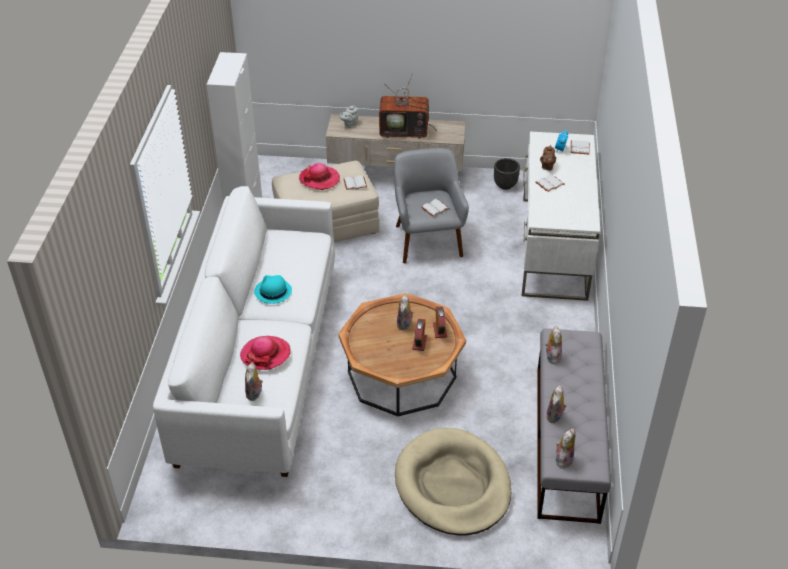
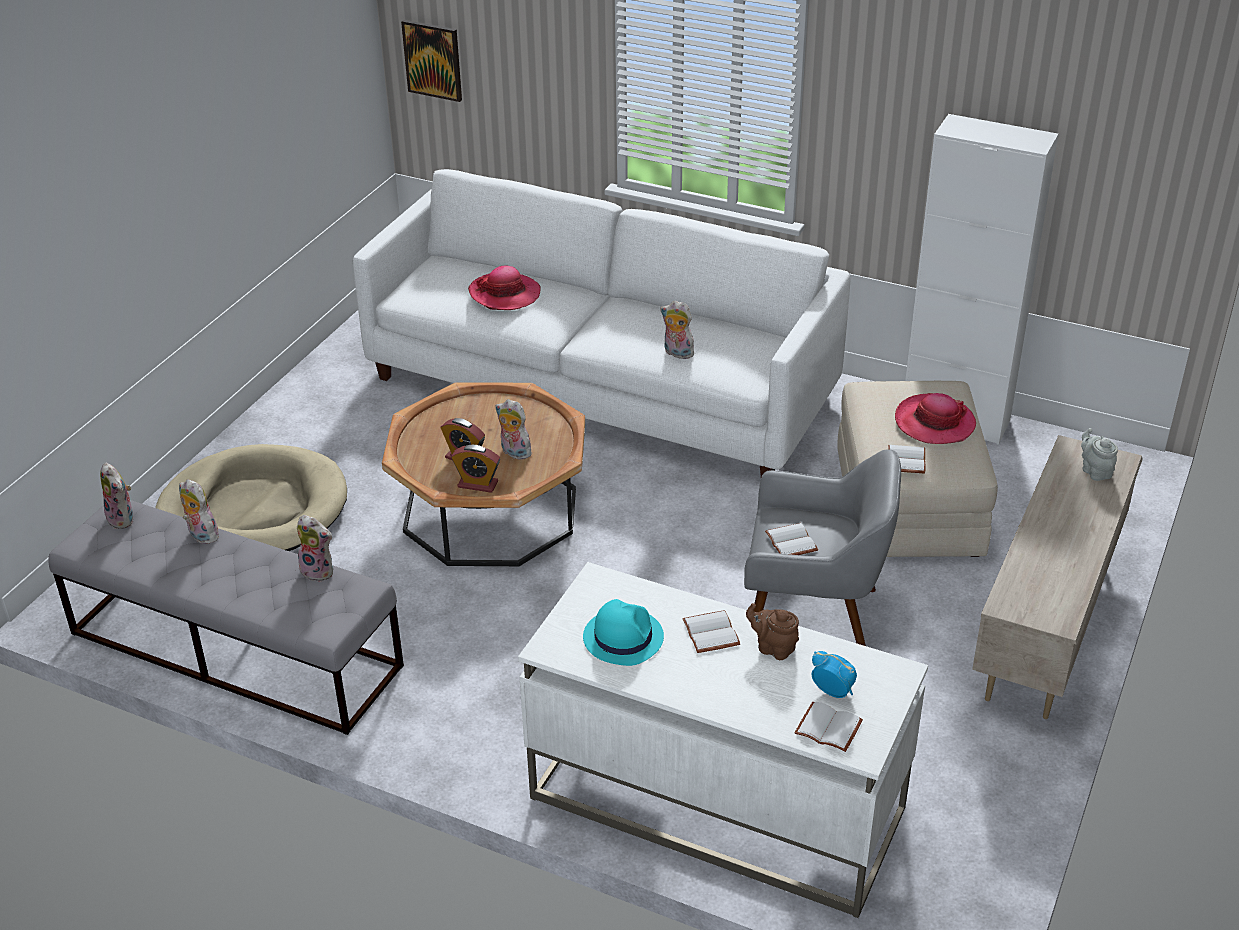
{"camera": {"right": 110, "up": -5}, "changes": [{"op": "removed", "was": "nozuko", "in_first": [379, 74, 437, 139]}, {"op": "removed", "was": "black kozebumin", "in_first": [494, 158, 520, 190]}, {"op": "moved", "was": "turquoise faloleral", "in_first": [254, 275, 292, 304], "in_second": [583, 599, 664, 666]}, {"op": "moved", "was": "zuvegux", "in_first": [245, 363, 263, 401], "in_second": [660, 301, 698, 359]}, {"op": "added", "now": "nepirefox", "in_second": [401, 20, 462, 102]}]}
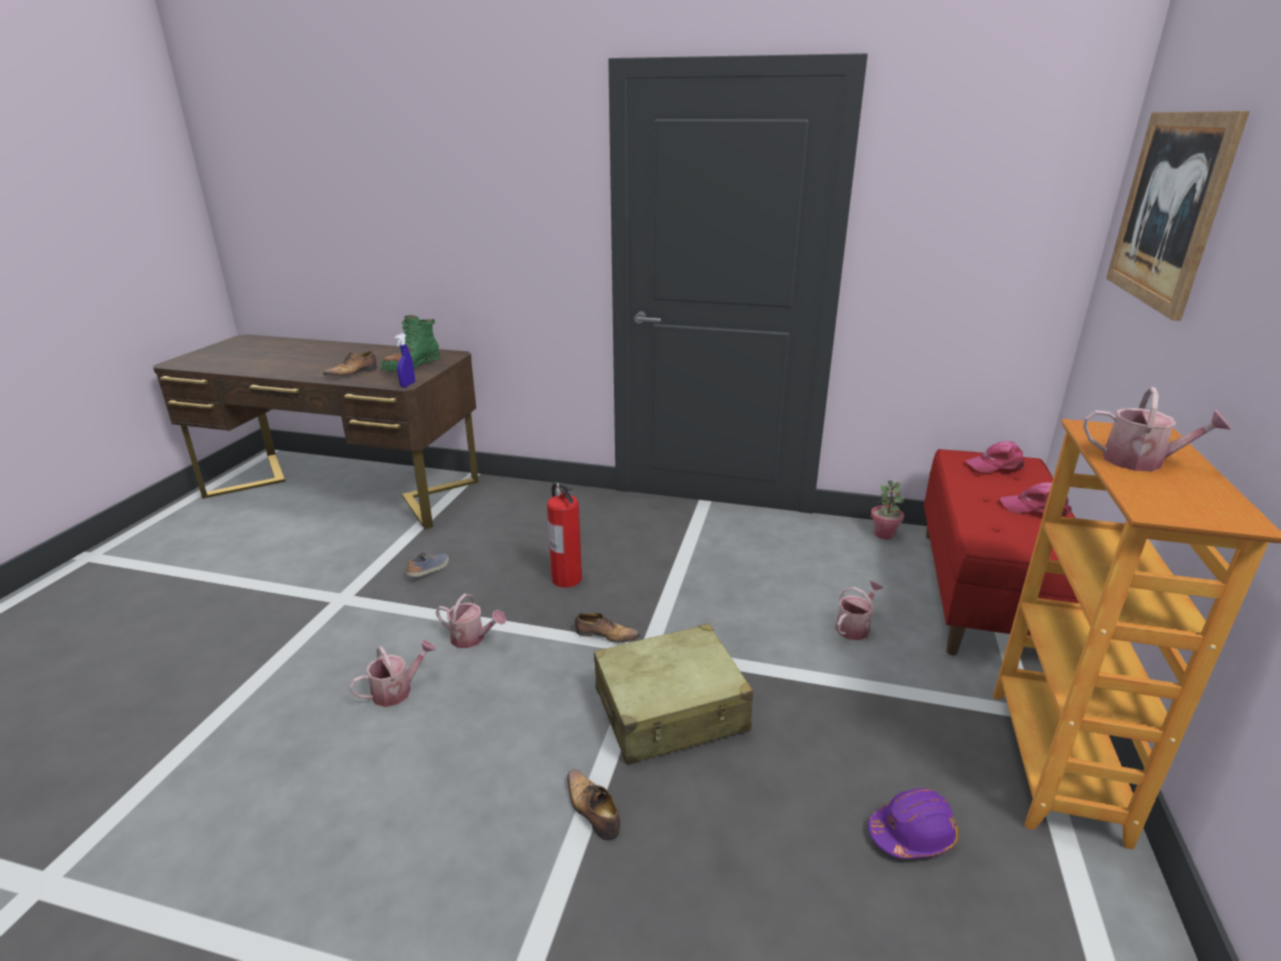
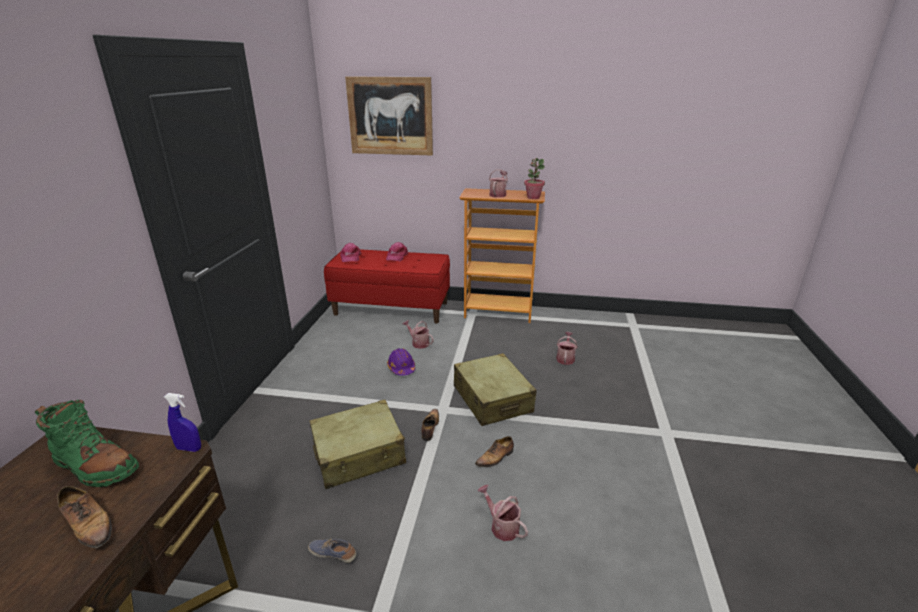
{"camera": {"right": -95, "up": 0}, "changes": [{"op": "moved", "was": "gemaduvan", "in_first": [871, 480, 904, 539], "in_second": [524, 158, 545, 199]}, {"op": "replaced", "was": "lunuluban", "now": "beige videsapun", "in_first": [547, 482, 582, 588], "in_second": [309, 399, 406, 489]}, {"op": "moved", "was": "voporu", "in_first": [436, 594, 506, 648], "in_second": [556, 332, 577, 365]}, {"op": "moved", "was": "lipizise", "in_first": [567, 769, 621, 841], "in_second": [475, 436, 514, 467]}, {"op": "moved", "was": "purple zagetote", "in_first": [868, 788, 959, 859], "in_second": [387, 348, 415, 376]}]}
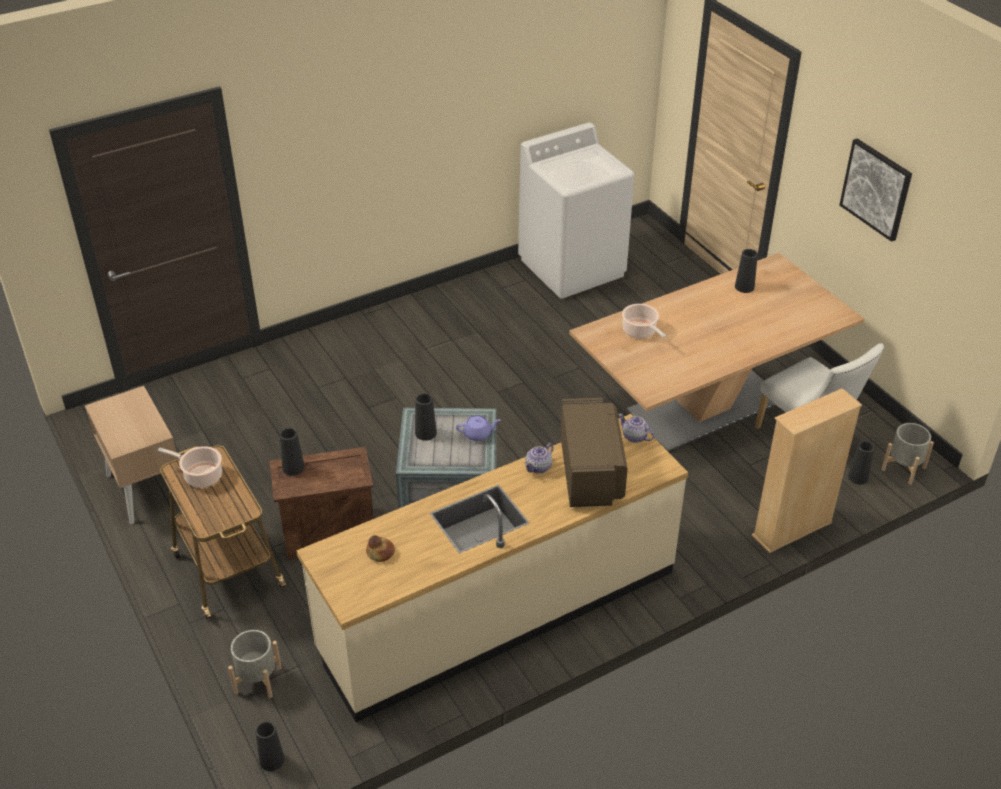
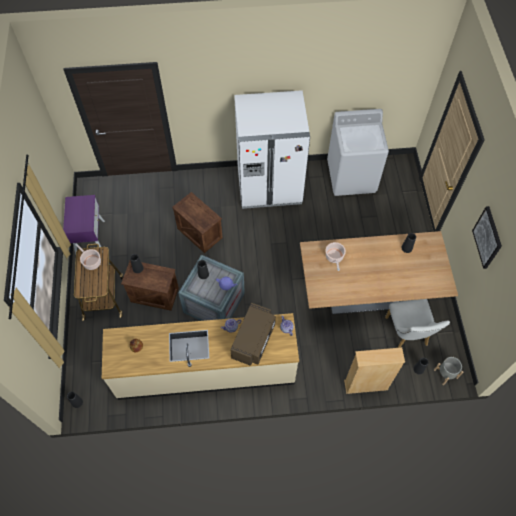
{"camera": {"right": 25, "up": 20}, "changes": [{"op": "recoloured", "was": "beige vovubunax", "now": "purple vovubunax", "in_first": [85, 386, 180, 524], "in_second": [63, 195, 105, 255]}, {"op": "removed", "was": "grey kozebumin", "in_first": [228, 630, 282, 698]}, {"op": "added", "now": "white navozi", "in_second": [234, 90, 310, 209]}, {"op": "added", "now": "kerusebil", "in_second": [172, 192, 223, 253]}]}
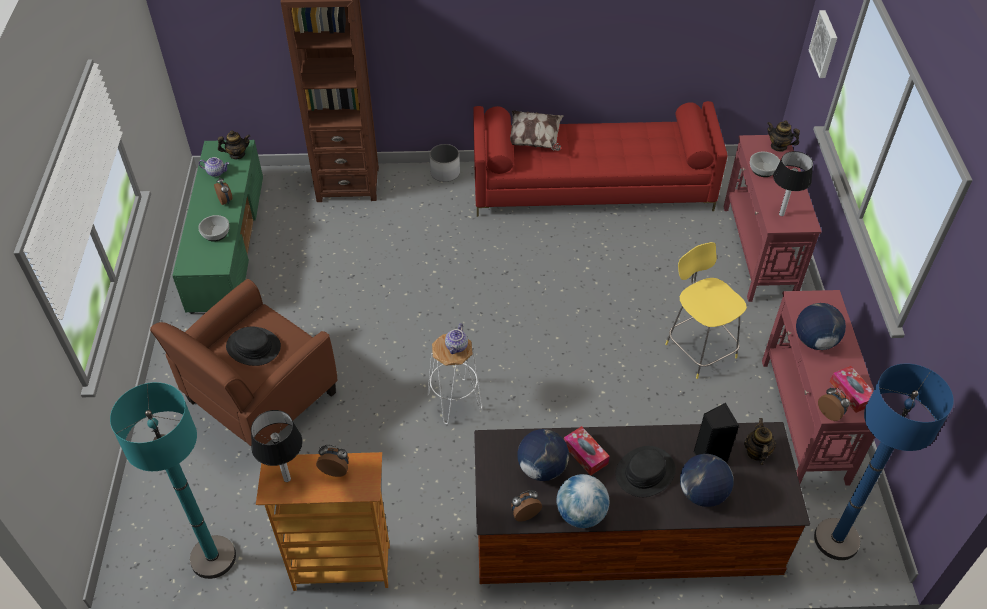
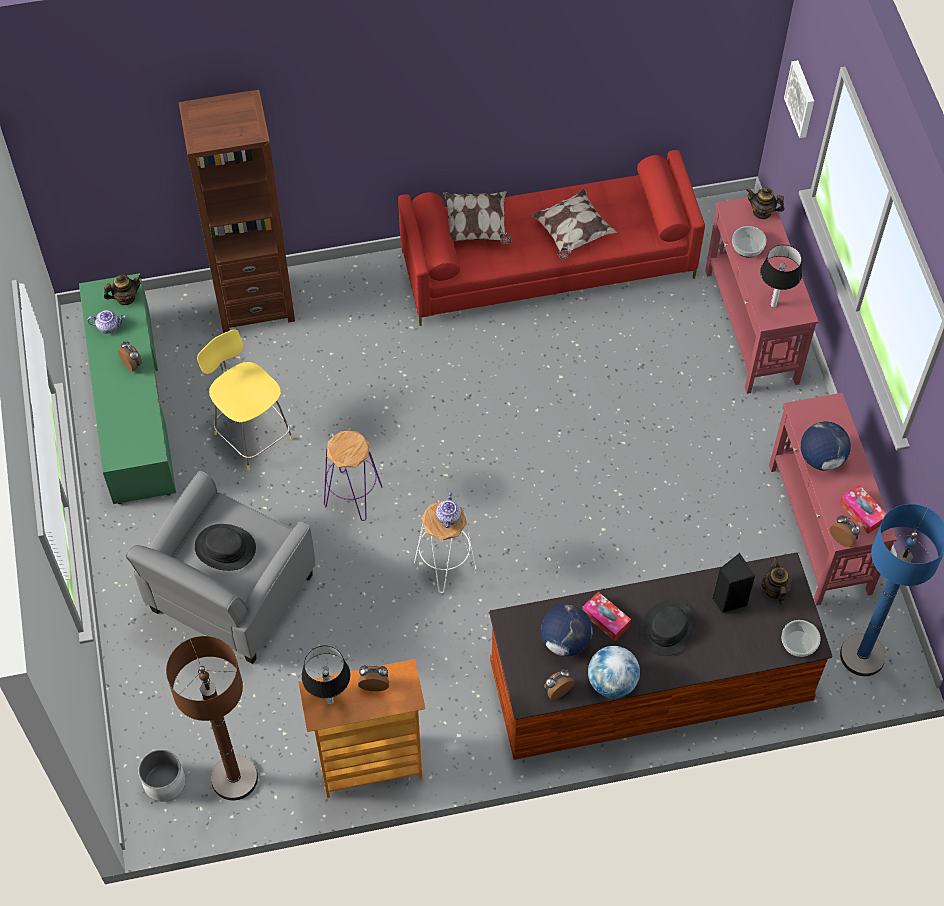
{"camera": {"right": -10, "up": 10}, "changes": [{"op": "moved", "was": "white kozebumin", "in_first": [430, 144, 460, 182], "in_second": [138, 749, 185, 802]}, {"op": "moved", "was": "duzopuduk", "in_first": [198, 215, 229, 242], "in_second": [782, 620, 821, 657]}, {"op": "moved", "was": "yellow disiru", "in_first": [665, 242, 747, 379], "in_second": [197, 329, 293, 470]}, {"op": "recoloured", "was": "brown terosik", "now": "grey terosik", "in_first": [150, 279, 337, 446], "in_second": [126, 471, 315, 664]}, {"op": "recoloured", "was": "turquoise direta", "now": "brown direta", "in_first": [110, 382, 236, 579], "in_second": [166, 636, 258, 800]}, {"op": "removed", "was": "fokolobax", "in_first": [680, 454, 733, 507]}, {"op": "added", "now": "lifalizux", "in_second": [530, 189, 617, 259]}, {"op": "added", "now": "purple disiru", "in_second": [324, 431, 382, 521]}]}
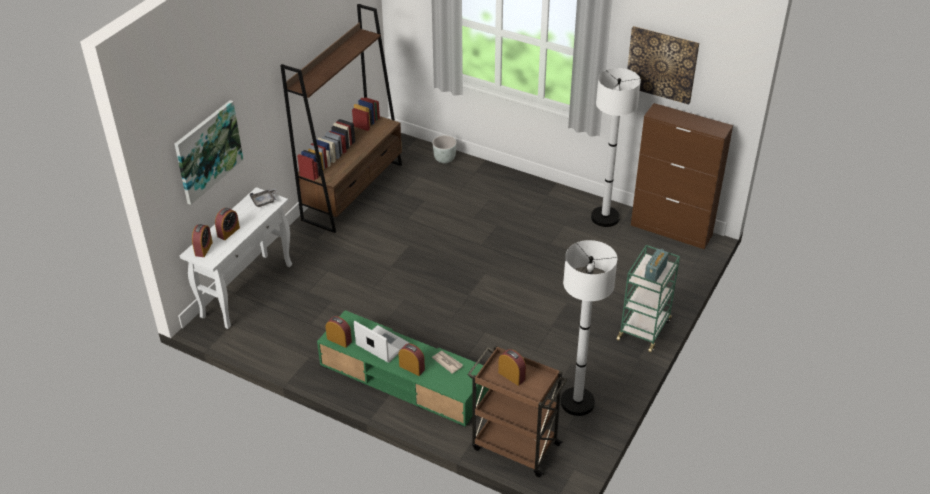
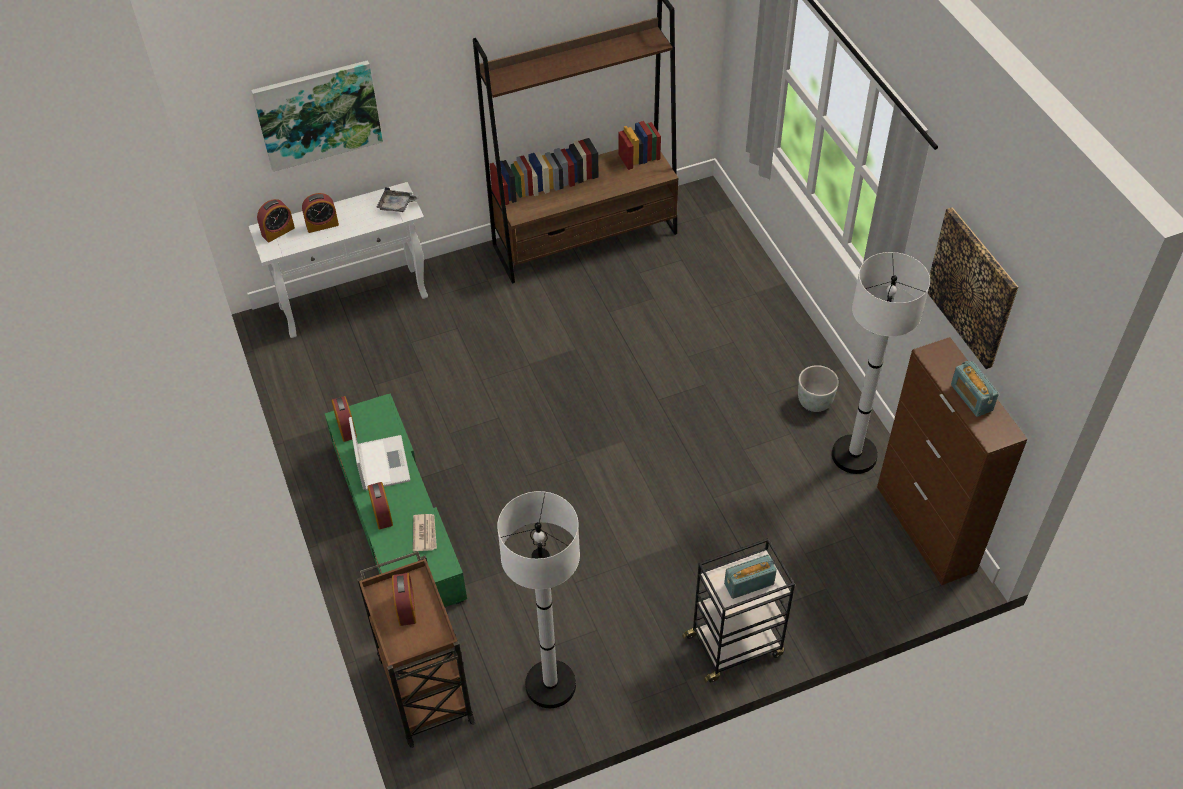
{"camera": {"right": 40, "up": 10}, "changes": [{"op": "moved", "was": "grey kozebumin", "in_first": [432, 135, 457, 163], "in_second": [798, 365, 839, 412]}, {"op": "recoloured", "was": "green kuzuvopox", "now": "black kuzuvopox", "in_first": [616, 245, 680, 352], "in_second": [682, 538, 795, 682]}, {"op": "added", "now": "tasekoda", "in_second": [951, 361, 999, 417]}]}
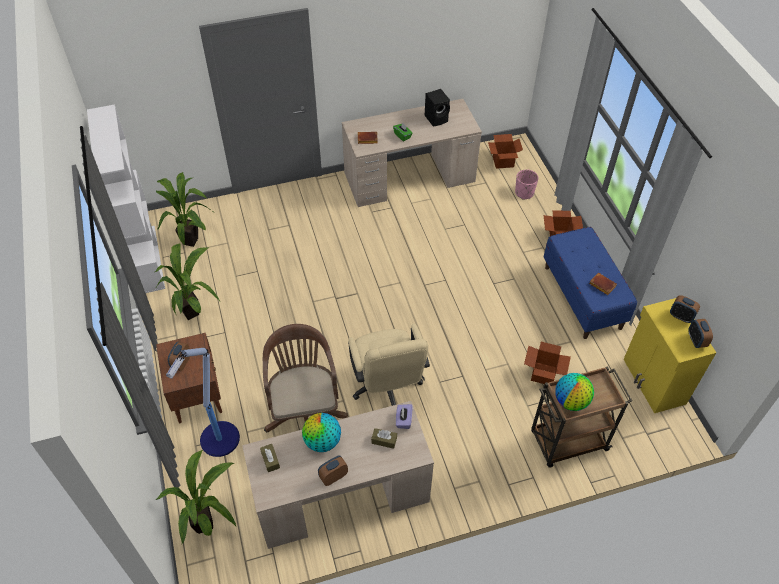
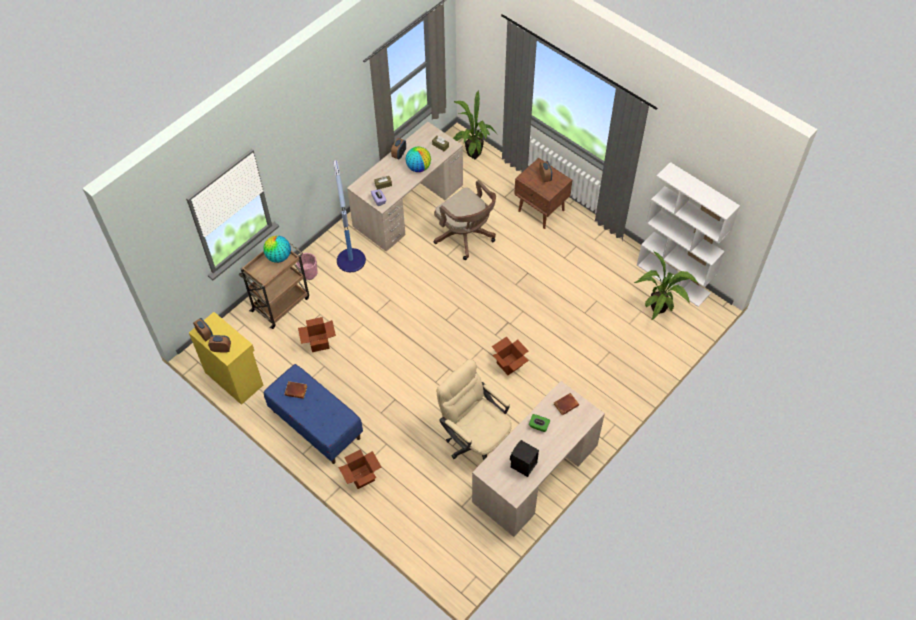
{"camera": {"right": 150, "up": 5}, "changes": [{"op": "moved", "was": "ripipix", "in_first": [488, 134, 523, 169], "in_second": [492, 337, 529, 375]}, {"op": "moved", "was": "pink kozebumin", "in_first": [515, 169, 538, 200], "in_second": [296, 253, 318, 280]}, {"op": "removed", "was": "gemaduvan", "in_first": [155, 243, 220, 320]}, {"op": "moved", "was": "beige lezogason", "in_first": [348, 324, 430, 406], "in_second": [436, 359, 512, 461]}, {"op": "moved", "was": "direta", "in_first": [166, 348, 240, 457], "in_second": [333, 160, 366, 272]}]}
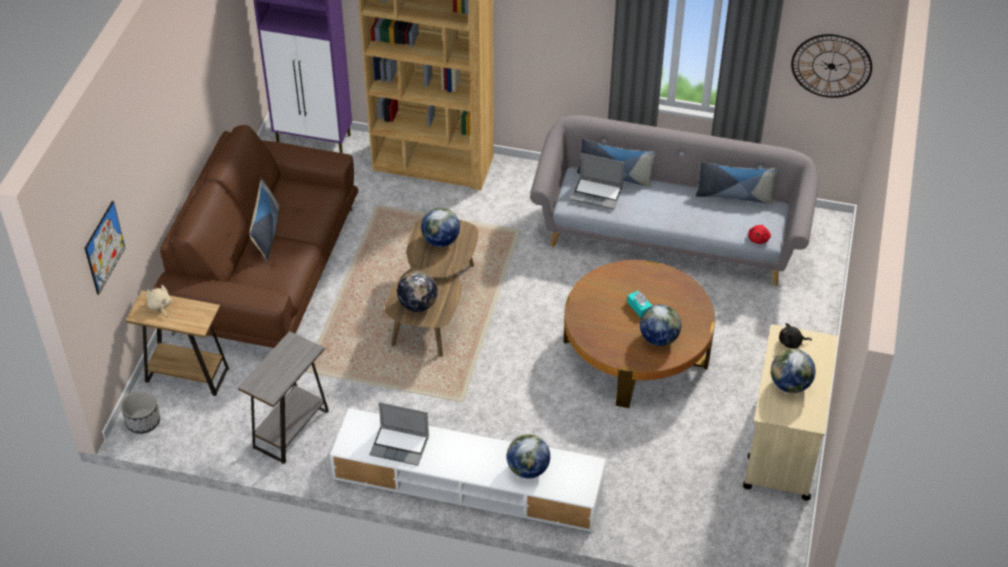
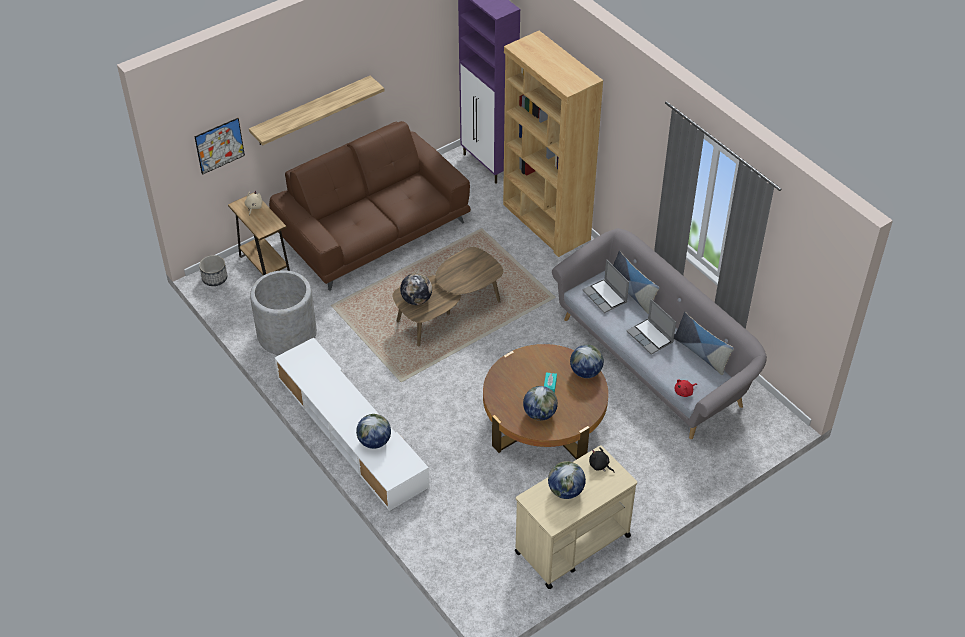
{"camera": {"right": 40, "up": 0}, "changes": [{"op": "removed", "was": "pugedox", "in_first": [791, 34, 872, 98]}, {"op": "removed", "was": "lifalizux", "in_first": [250, 179, 279, 261]}, {"op": "moved", "was": "fokolobax", "in_first": [421, 208, 460, 247], "in_second": [570, 345, 604, 378]}, {"op": "replaced", "was": "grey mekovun", "now": "grey kozebumin", "in_first": [238, 331, 329, 464], "in_second": [250, 270, 317, 355]}, {"op": "moved", "was": "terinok", "in_first": [370, 402, 429, 466], "in_second": [627, 299, 676, 355]}, {"op": "added", "now": "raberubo", "in_second": [249, 76, 385, 145]}]}
